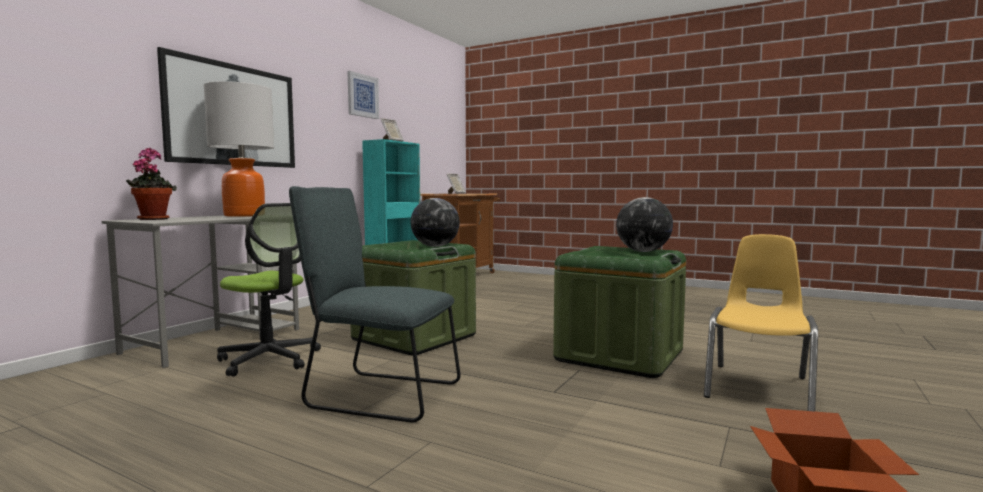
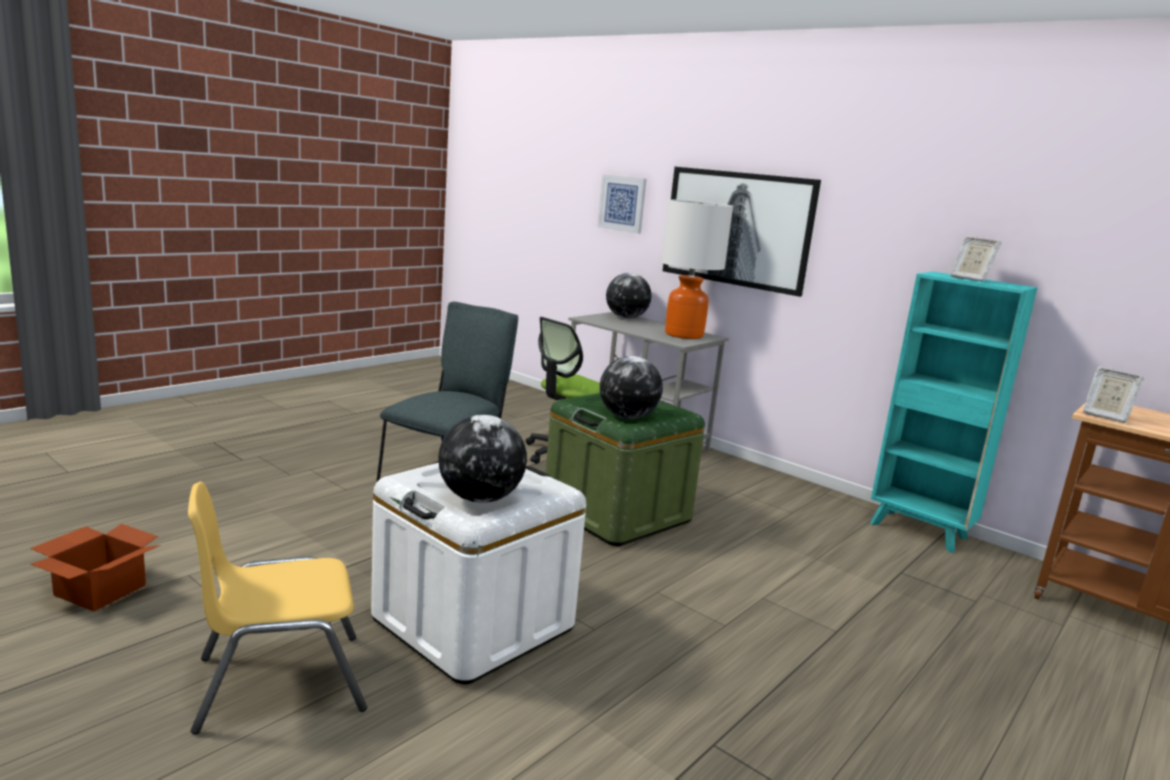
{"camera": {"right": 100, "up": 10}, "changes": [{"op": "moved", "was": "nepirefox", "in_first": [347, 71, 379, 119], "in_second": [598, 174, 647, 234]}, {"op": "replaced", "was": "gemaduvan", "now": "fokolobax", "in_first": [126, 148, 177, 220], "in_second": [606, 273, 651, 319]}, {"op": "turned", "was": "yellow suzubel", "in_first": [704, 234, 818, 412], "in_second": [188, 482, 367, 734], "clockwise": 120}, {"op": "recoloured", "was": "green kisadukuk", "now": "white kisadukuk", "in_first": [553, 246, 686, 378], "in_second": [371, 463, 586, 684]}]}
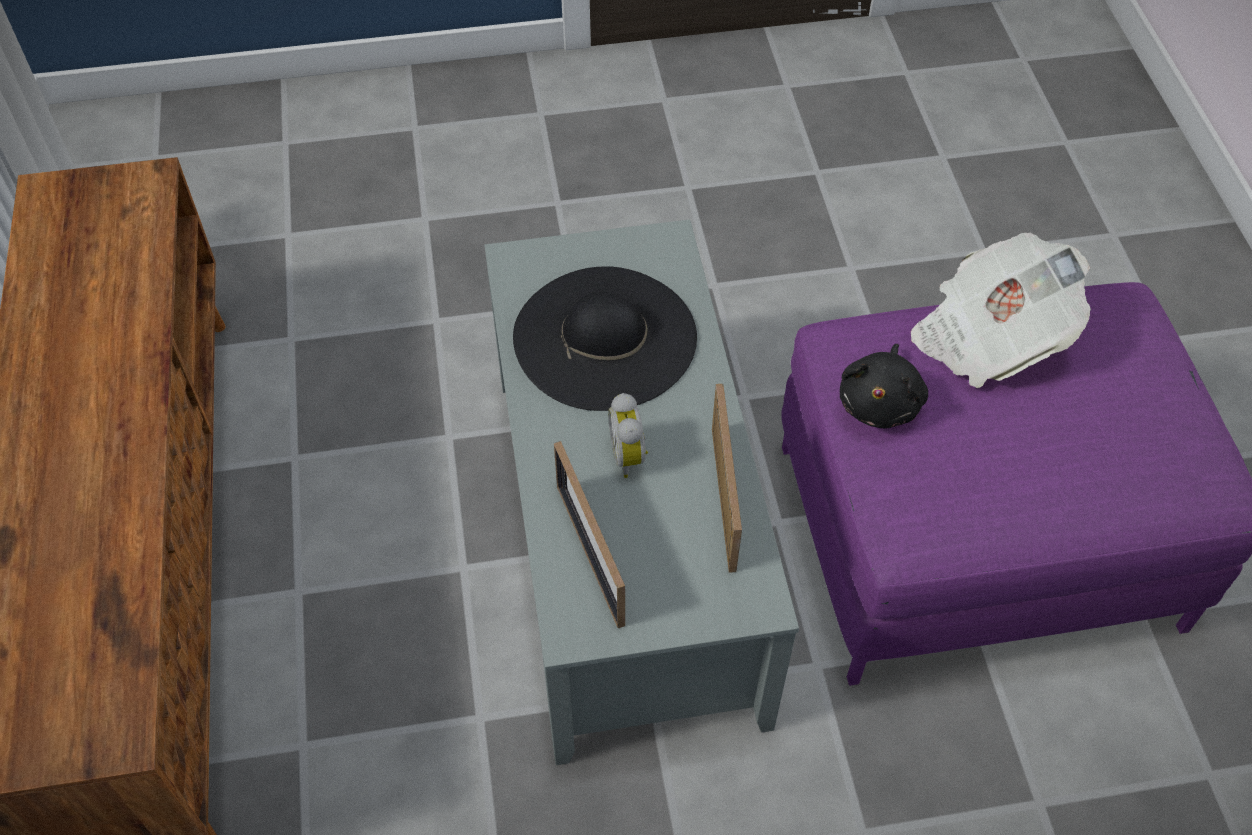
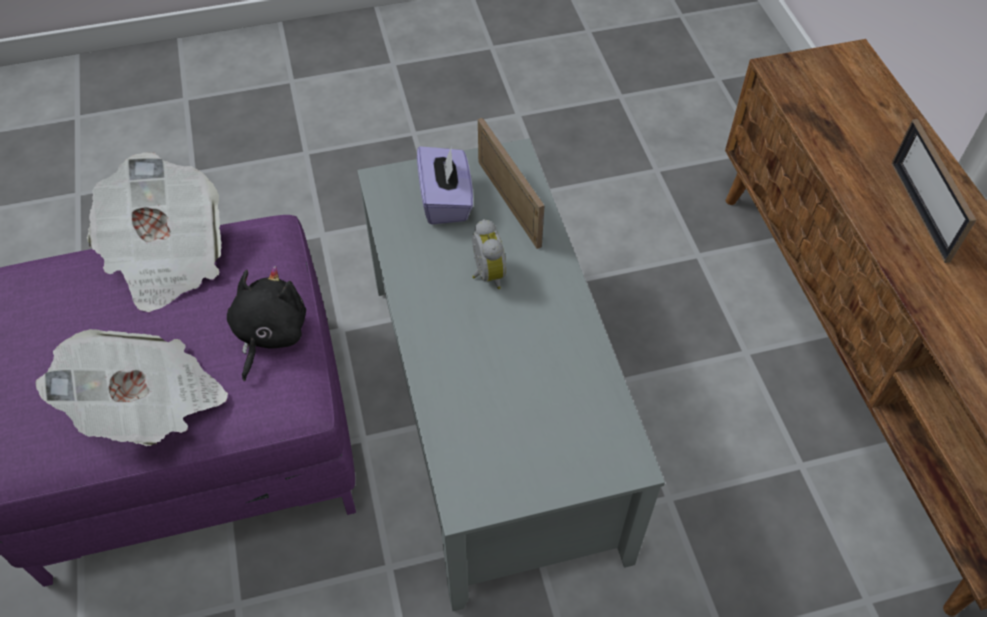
{"camera": {"right": 175, "up": 0}, "changes": [{"op": "removed", "was": "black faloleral", "in_first": [513, 266, 697, 411]}, {"op": "moved", "was": "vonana", "in_first": [712, 384, 742, 573], "in_second": [891, 119, 976, 263]}, {"op": "added", "now": "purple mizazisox", "in_second": [417, 146, 473, 225]}, {"op": "added", "now": "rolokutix", "in_second": [87, 152, 222, 312]}]}
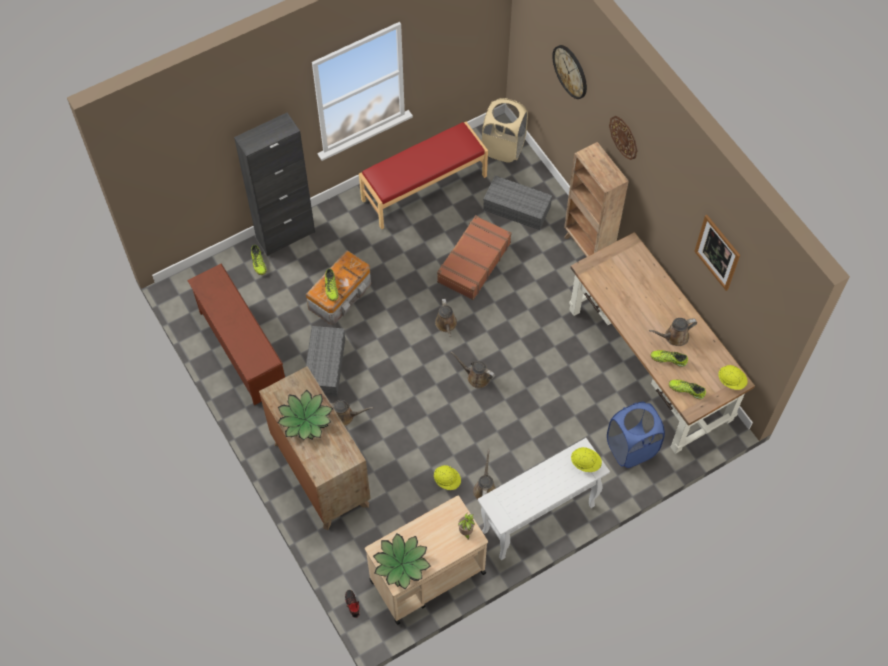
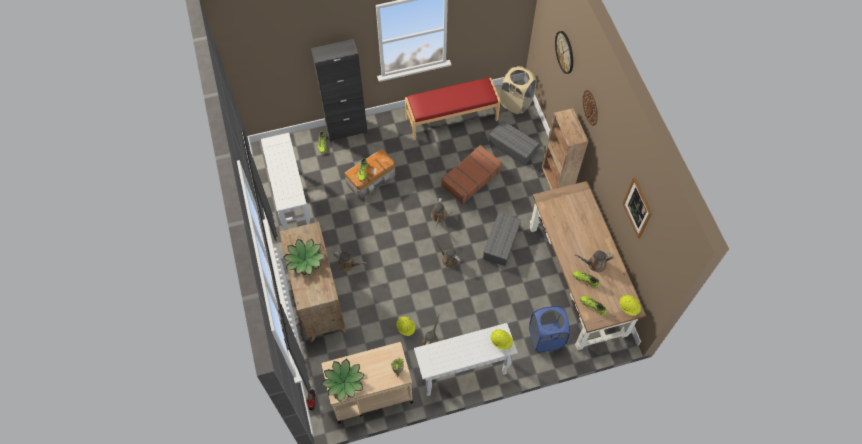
{"camera": {"right": 15, "up": 0}, "changes": [{"op": "replaced", "was": "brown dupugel", "now": "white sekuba", "in_first": [187, 263, 285, 405], "in_second": [261, 133, 310, 230]}, {"op": "moved", "was": "grey kisadukuk", "in_first": [306, 326, 345, 396], "in_second": [483, 212, 521, 266]}]}
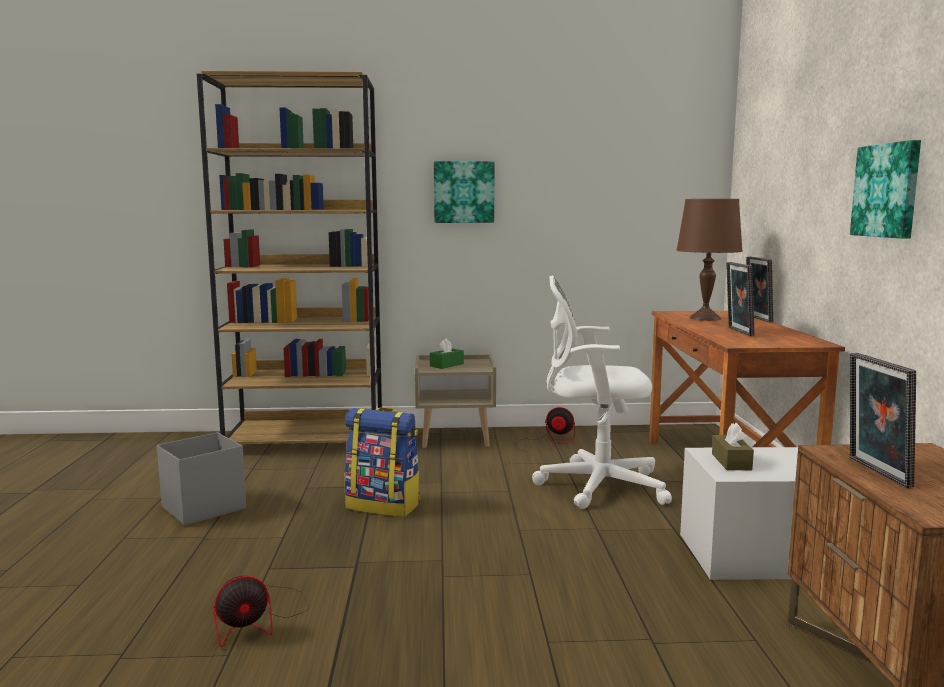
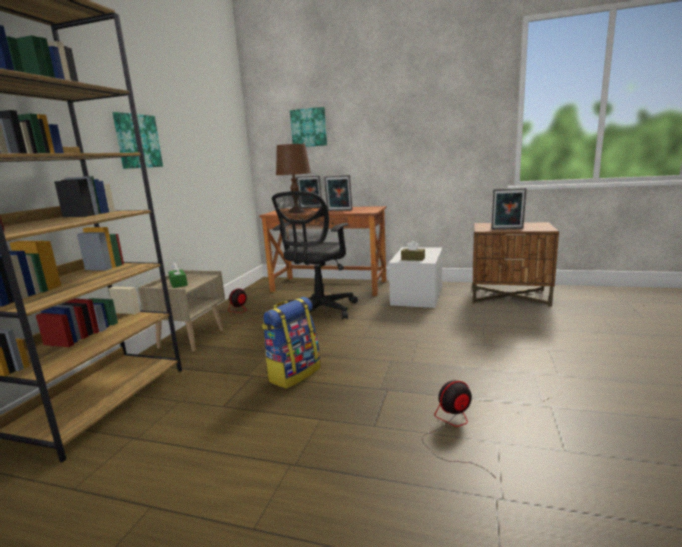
{"camera": {"right": -70, "up": 5}, "changes": [{"op": "moved", "was": "nepirefox", "in_first": [850, 140, 921, 239], "in_second": [290, 107, 327, 147]}, {"op": "recoloured", "was": "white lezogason", "now": "black lezogason", "in_first": [532, 276, 672, 509], "in_second": [272, 191, 358, 320]}, {"op": "removed", "was": "grey kisadukuk", "in_first": [157, 432, 246, 526]}, {"op": "turned", "was": "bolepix", "in_first": [213, 575, 309, 647], "in_second": [422, 380, 492, 475], "clockwise": -105}]}
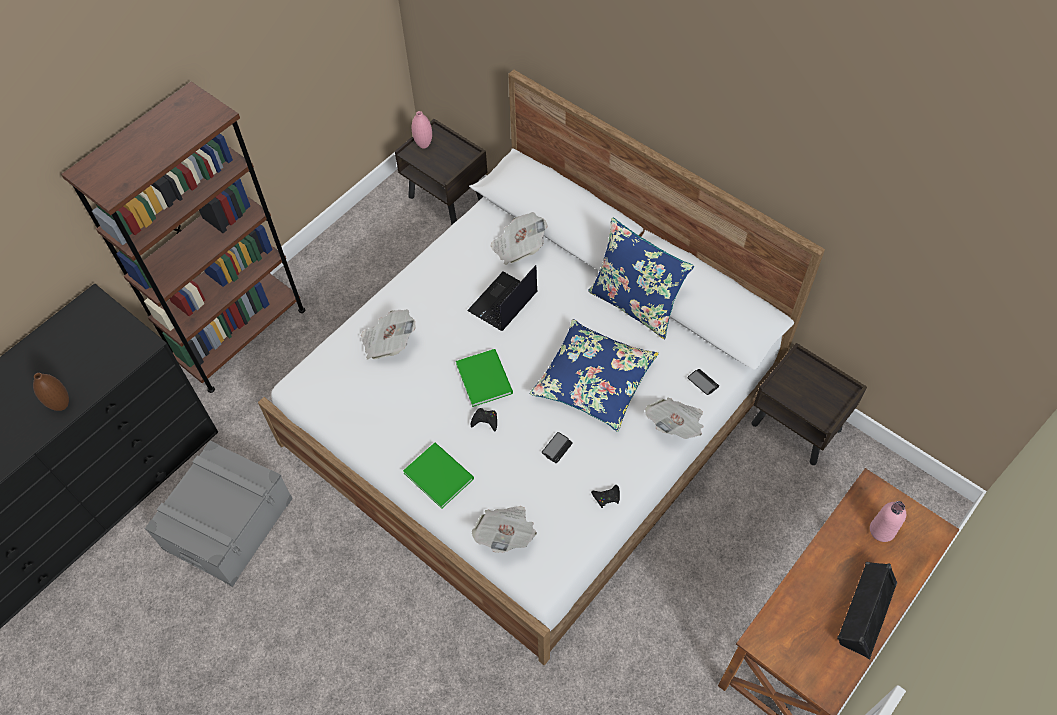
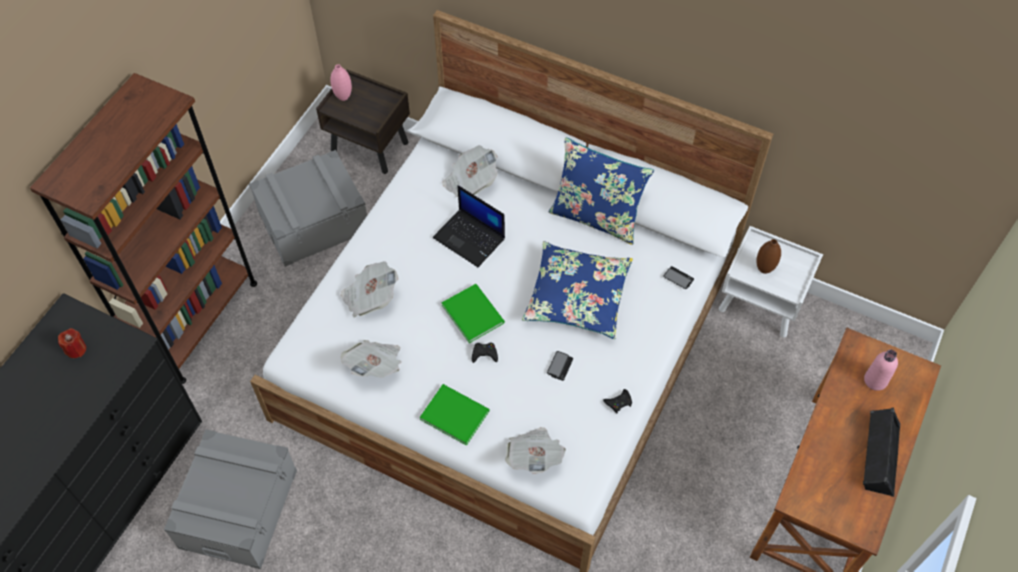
{"camera": {"right": -15, "up": 0}, "changes": [{"op": "turned", "was": "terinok", "in_first": [467, 265, 537, 331], "in_second": [433, 185, 505, 267], "clockwise": -75}, {"op": "recoloured", "was": "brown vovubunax", "now": "white vovubunax", "in_first": [752, 343, 867, 465], "in_second": [719, 226, 823, 338]}, {"op": "moved", "was": "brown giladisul", "in_first": [33, 373, 69, 411], "in_second": [756, 239, 781, 274]}, {"op": "moved", "was": "rolokutix", "in_first": [645, 397, 704, 439], "in_second": [341, 340, 401, 378]}, {"op": "added", "now": "grey kisadukuk", "in_second": [249, 150, 367, 267]}, {"op": "added", "now": "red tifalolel", "in_second": [58, 328, 86, 358]}]}
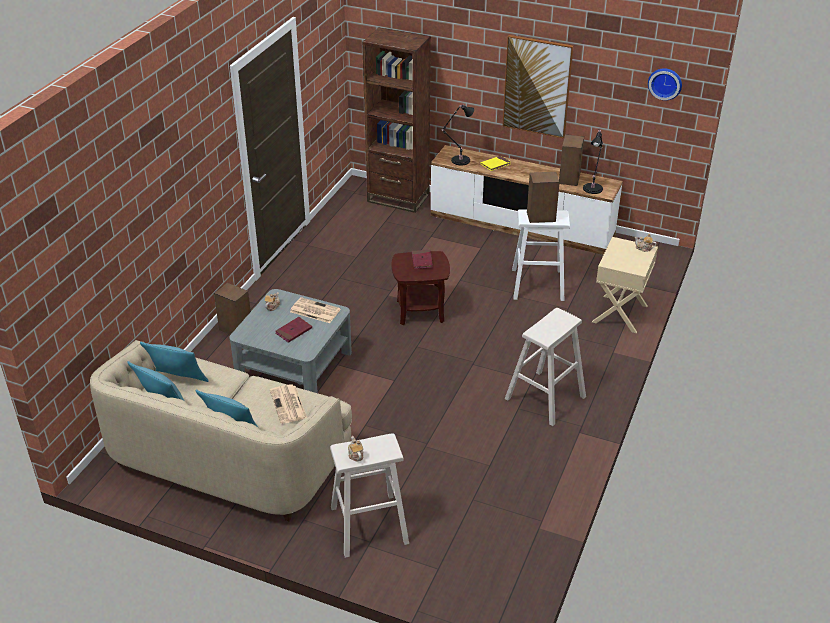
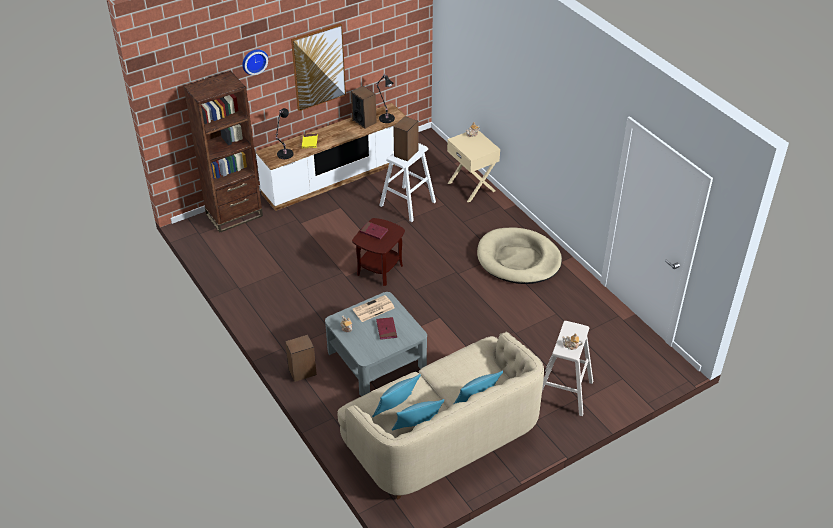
{"camera": {"right": -55, "up": 5}, "changes": [{"op": "moved", "was": "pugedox", "in_first": [648, 68, 682, 100], "in_second": [242, 49, 268, 75]}, {"op": "replaced", "was": "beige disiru", "now": "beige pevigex", "in_first": [505, 308, 586, 426], "in_second": [477, 228, 562, 284]}, {"op": "removed", "was": "rolokutix", "in_first": [270, 384, 307, 424]}]}
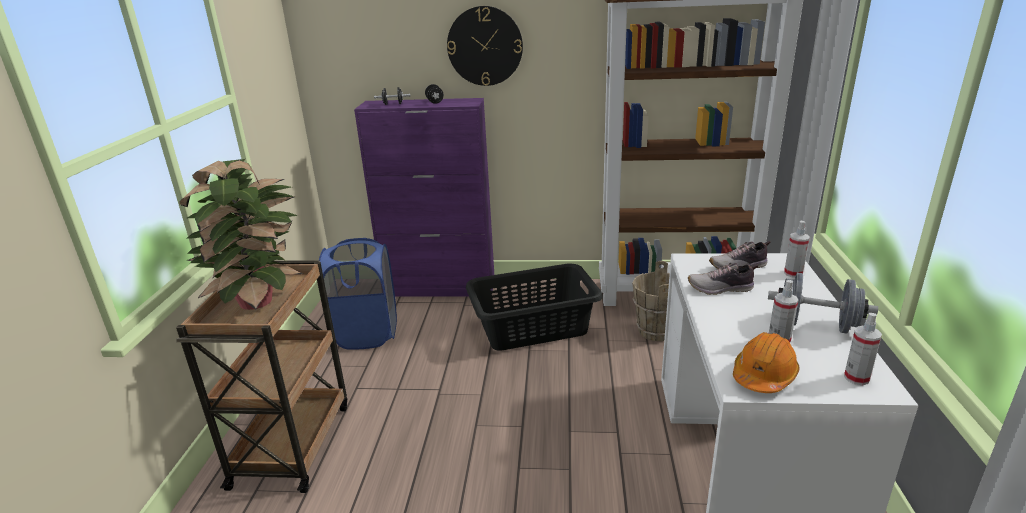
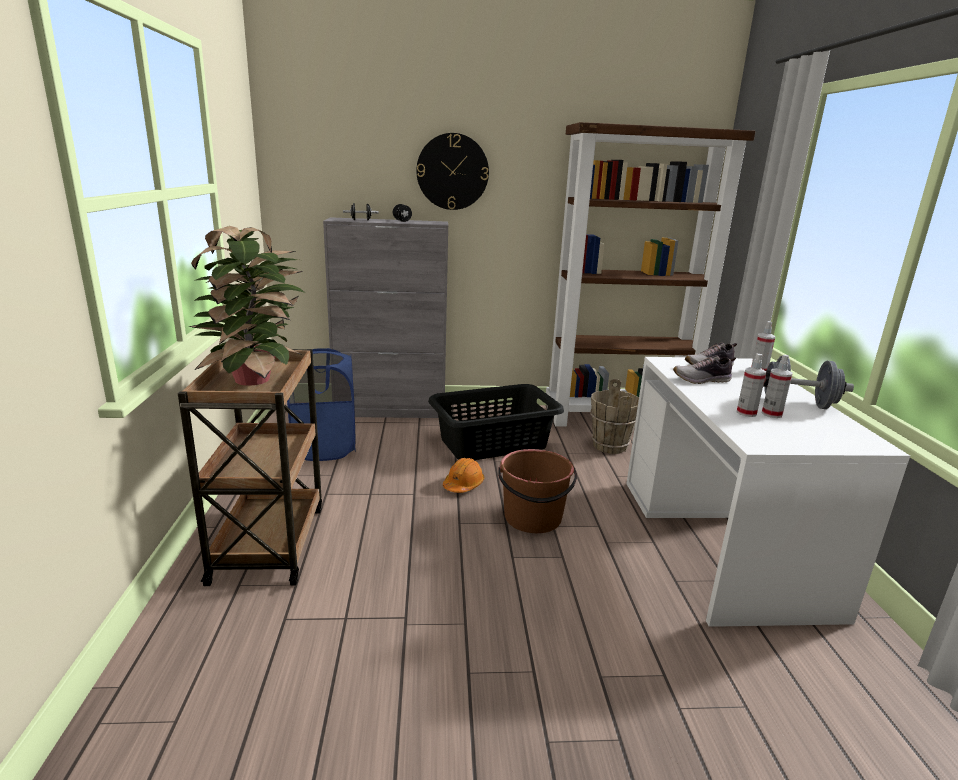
{"camera": {"right": -10, "up": -5}, "changes": [{"op": "recoloured", "was": "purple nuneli", "now": "grey nuneli", "in_first": [354, 98, 494, 297], "in_second": [323, 217, 448, 418]}, {"op": "moved", "was": "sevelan", "in_first": [844, 313, 882, 385], "in_second": [737, 353, 766, 417]}, {"op": "moved", "was": "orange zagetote", "in_first": [733, 332, 800, 393], "in_second": [443, 458, 484, 493]}, {"op": "added", "now": "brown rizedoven", "in_second": [498, 449, 577, 533]}]}
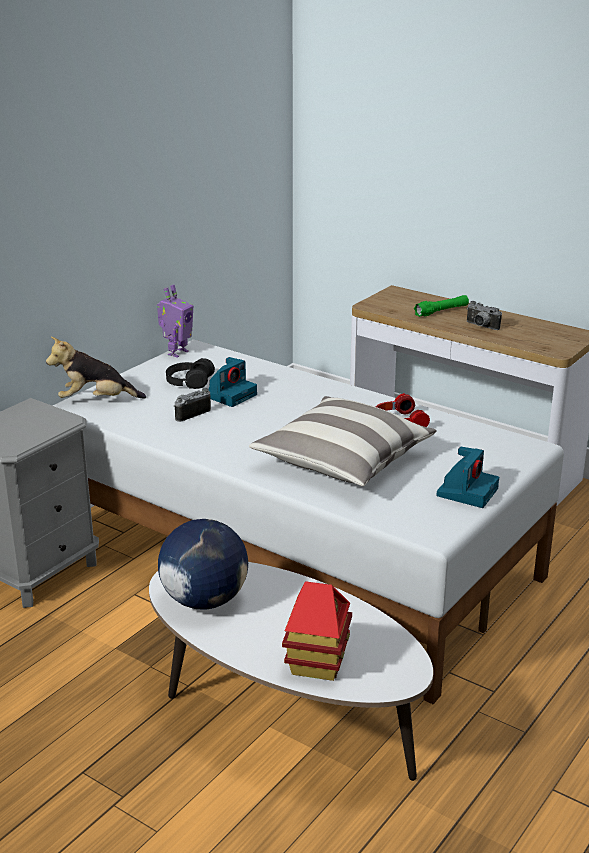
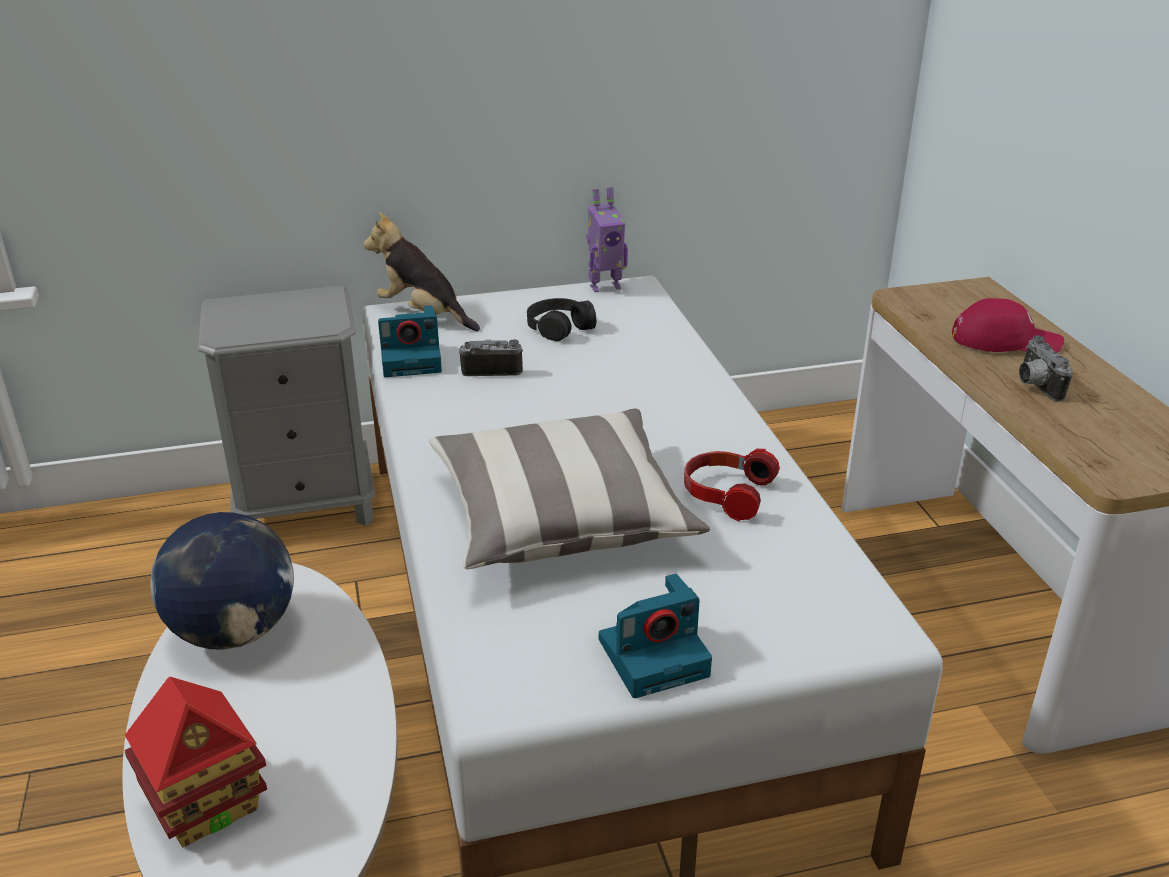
{"camera": {"right": 40, "up": 5}, "changes": [{"op": "replaced", "was": "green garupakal", "now": "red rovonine", "in_first": [414, 295, 469, 317], "in_second": [952, 298, 1064, 352]}, {"op": "moved", "was": "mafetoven", "in_first": [208, 357, 257, 407], "in_second": [378, 305, 442, 377]}]}
